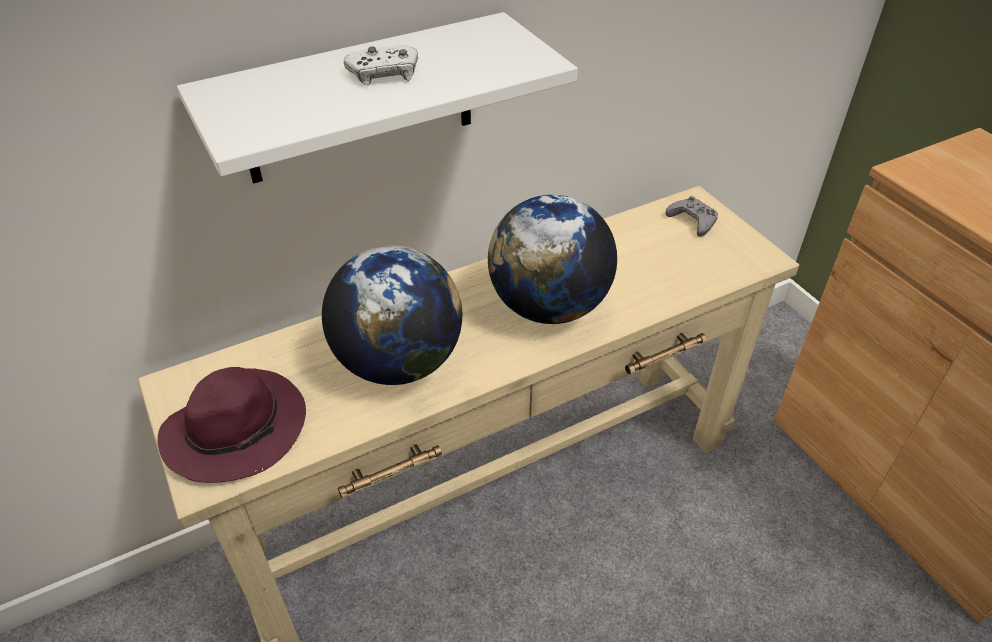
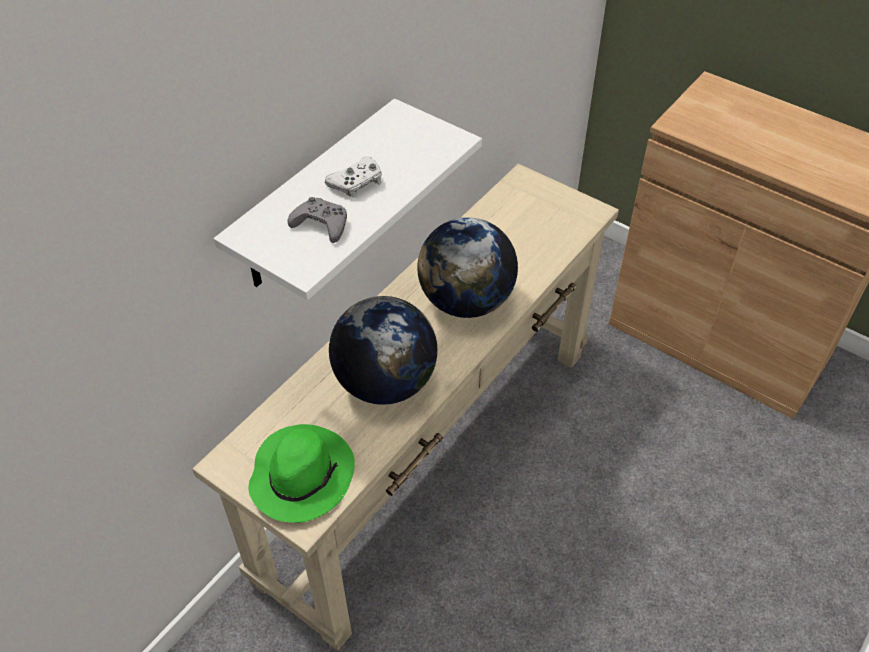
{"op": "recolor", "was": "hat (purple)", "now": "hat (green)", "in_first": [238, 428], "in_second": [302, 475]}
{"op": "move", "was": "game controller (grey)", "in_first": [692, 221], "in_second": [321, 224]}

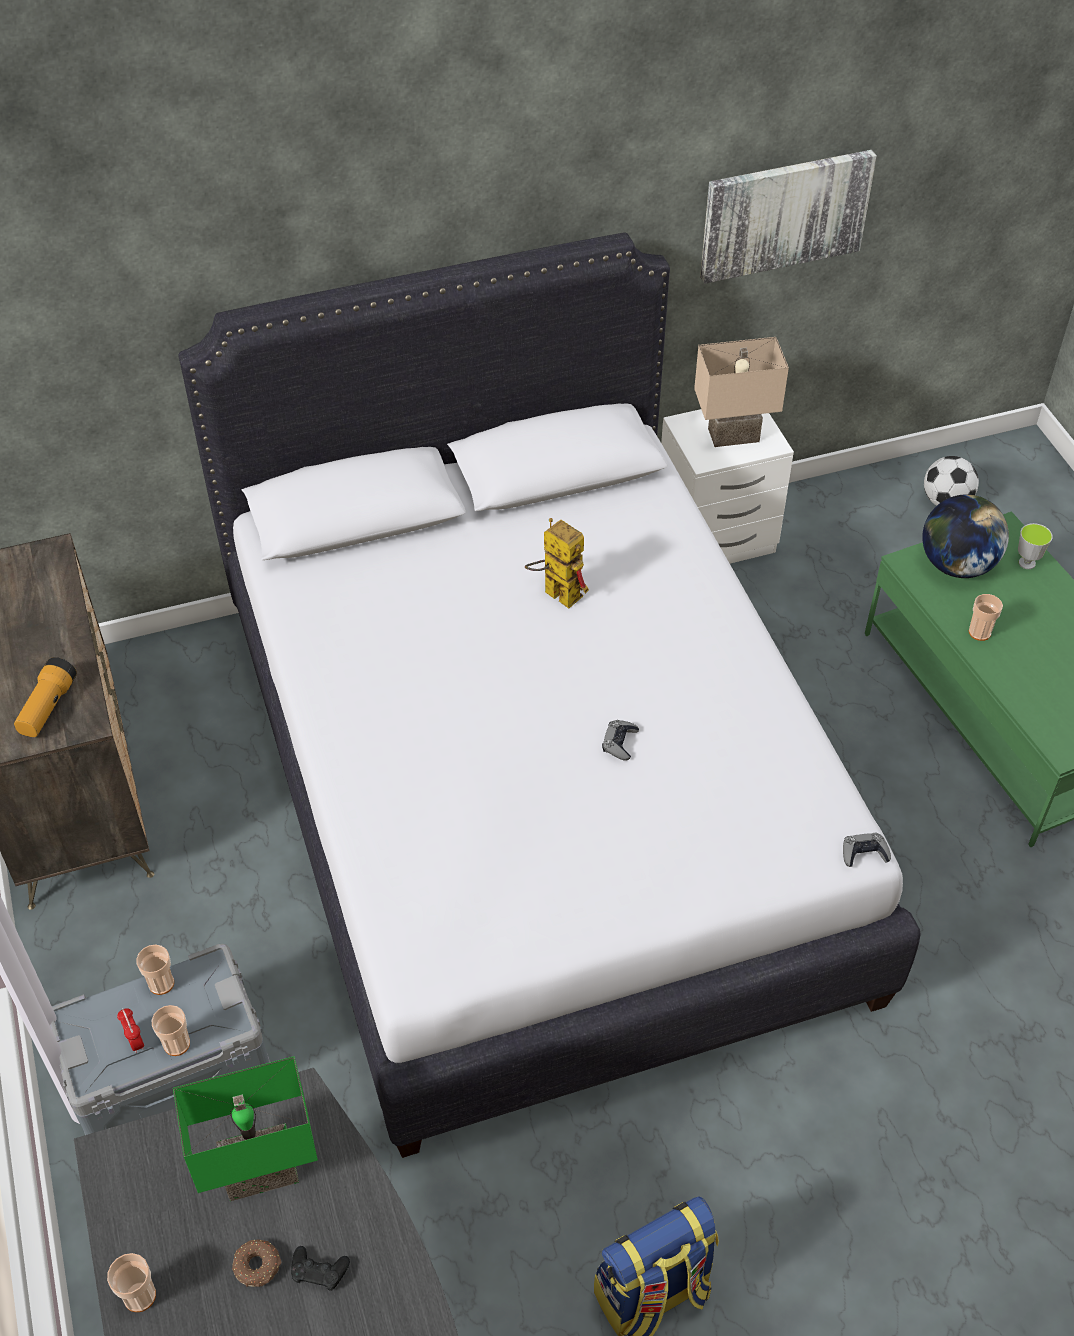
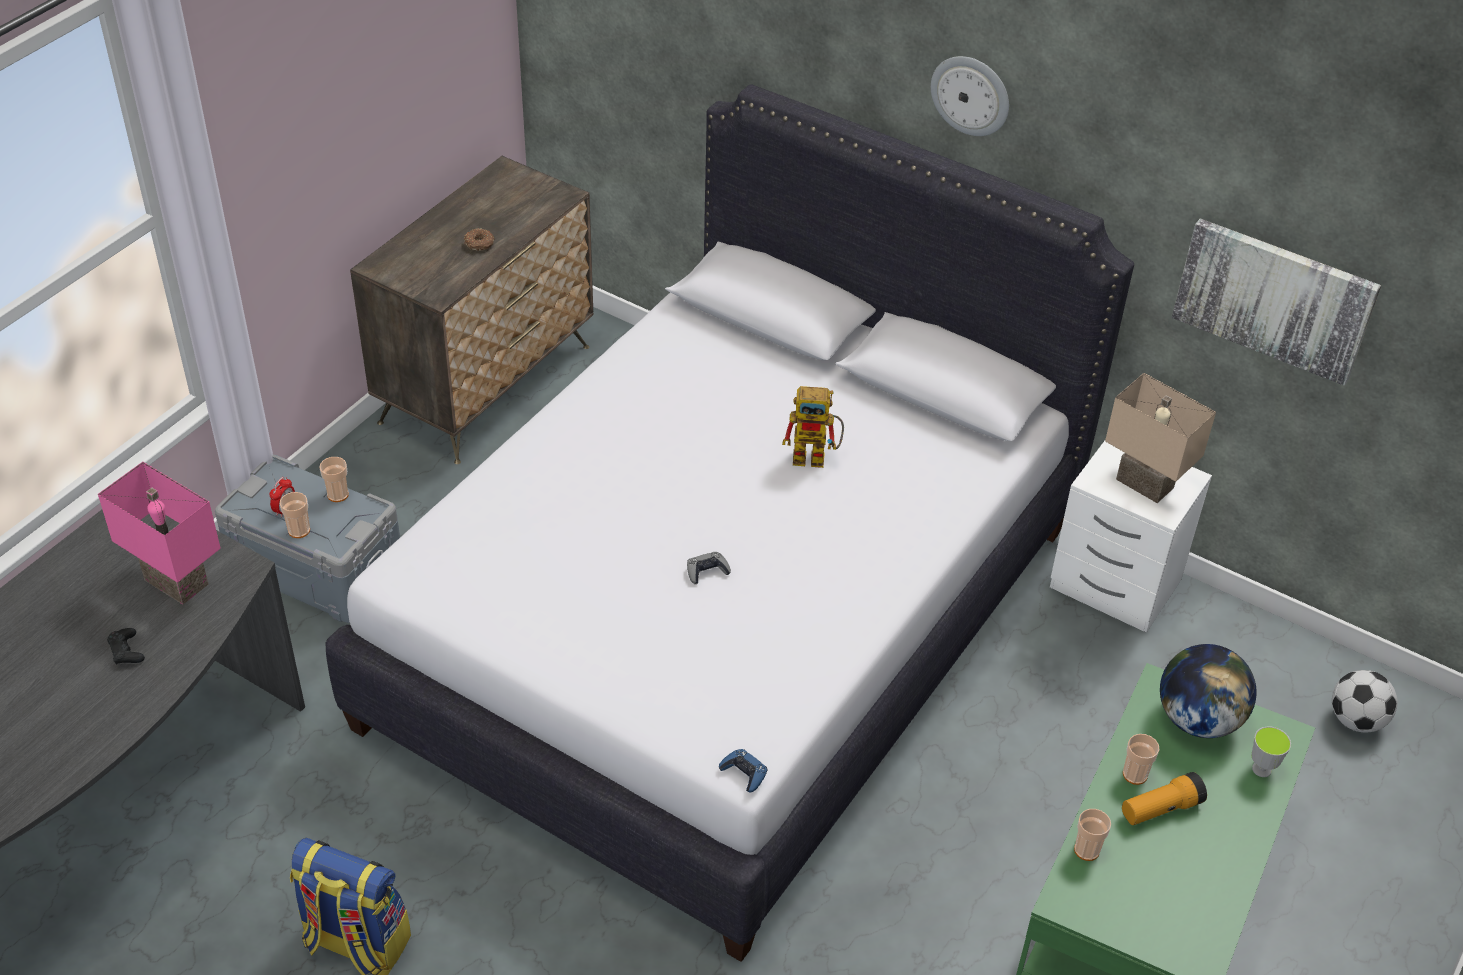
{"op": "move", "was": "flashlight", "in_first": [48, 708], "in_second": [1160, 809]}
{"op": "move", "was": "cup", "in_first": [139, 1296], "in_second": [1086, 850]}
{"op": "recolor", "was": "table lamp (green)", "now": "table lamp (pink)", "in_first": [261, 1168], "in_second": [179, 580]}
{"op": "move", "was": "donut", "in_first": [258, 1266], "in_second": [479, 244]}
{"op": "rotate", "was": "toy robot", "in_first": [555, 592], "in_second": [816, 456], "clockwise": 90}
{"op": "recolor", "was": "game controller (grey)", "now": "game controller (blue)", "in_first": [864, 853], "in_second": [744, 773]}
{"op": "insert", "now": "wall clock", "in_second": [971, 95]}

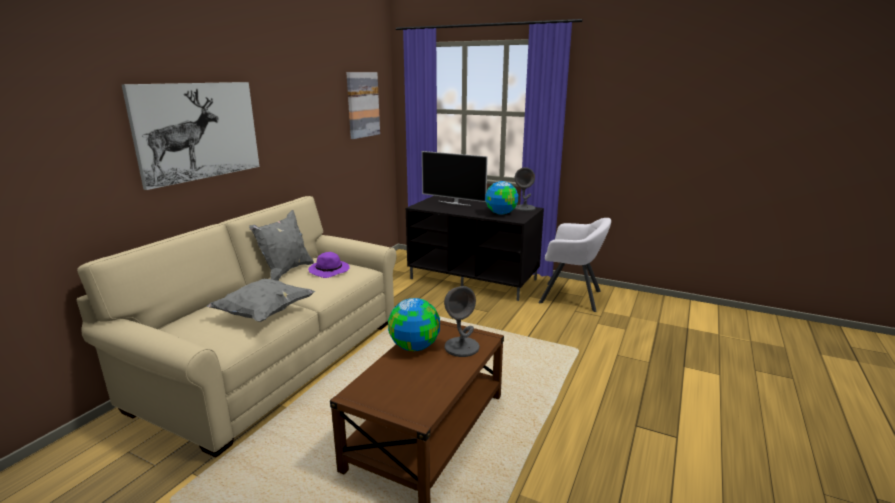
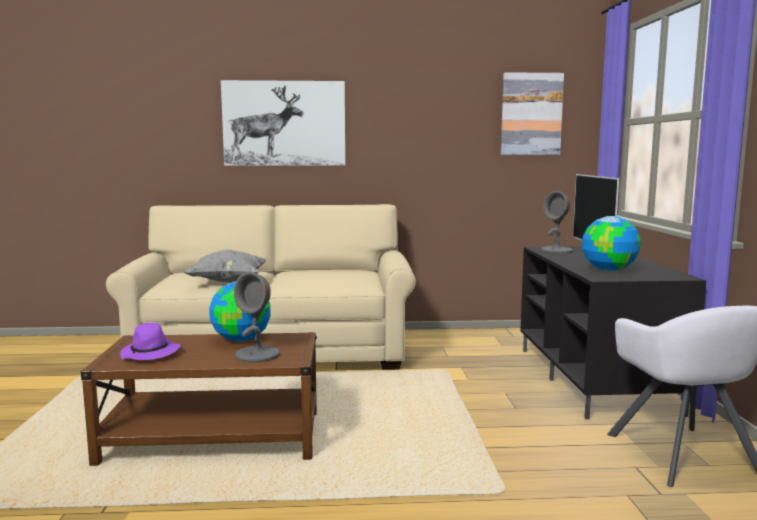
{"op": "delete", "was": "pillow (grey)", "in_first": [286, 272]}
{"op": "move", "was": "hat (purple)", "in_first": [330, 271], "in_second": [151, 354]}
{"op": "move", "was": "table lamp (grey)", "in_first": [524, 208], "in_second": [557, 251]}

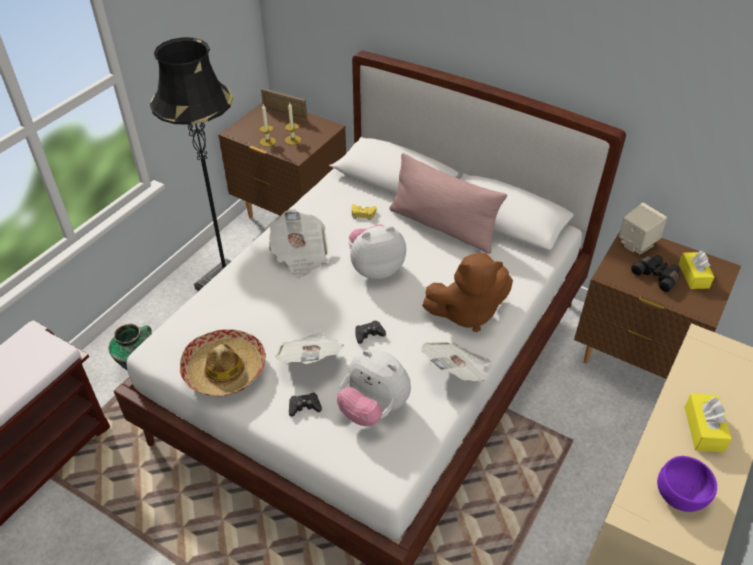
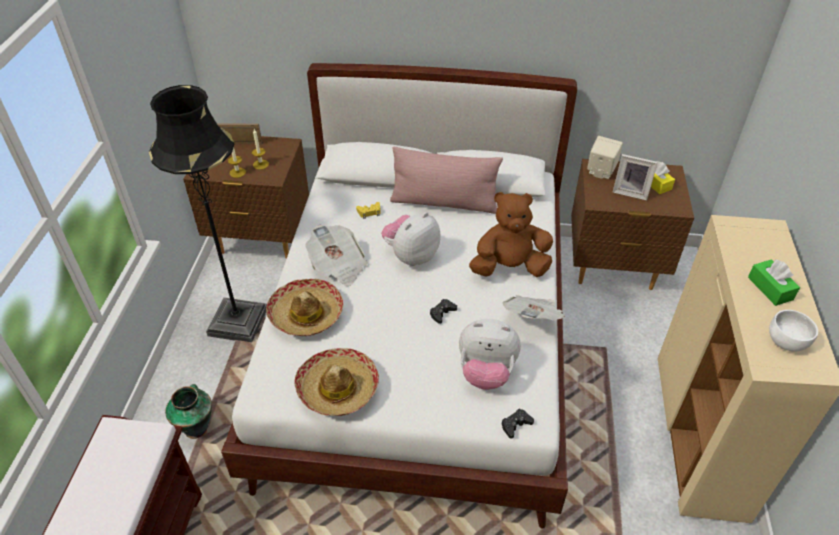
{"op": "delete", "was": "newspaper", "in_first": [311, 359]}
{"op": "move", "was": "game controller (black)", "in_first": [304, 407], "in_second": [515, 425]}
{"op": "rotate", "was": "plush toy (brown)", "in_first": [467, 312], "in_second": [509, 267], "clockwise": -150}
{"op": "replace", "was": "binoculars (black)", "now": "picture frame", "in_first": [656, 276], "in_second": [630, 192]}
{"op": "recolor", "was": "bowl (purple)", "now": "bowl (white)", "in_first": [680, 494], "in_second": [787, 340]}
{"op": "recolor", "was": "tissue box (yellow)", "now": "tissue box (green)", "in_first": [703, 429], "in_second": [770, 288]}
{"op": "insert", "now": "hat", "in_second": [306, 314]}

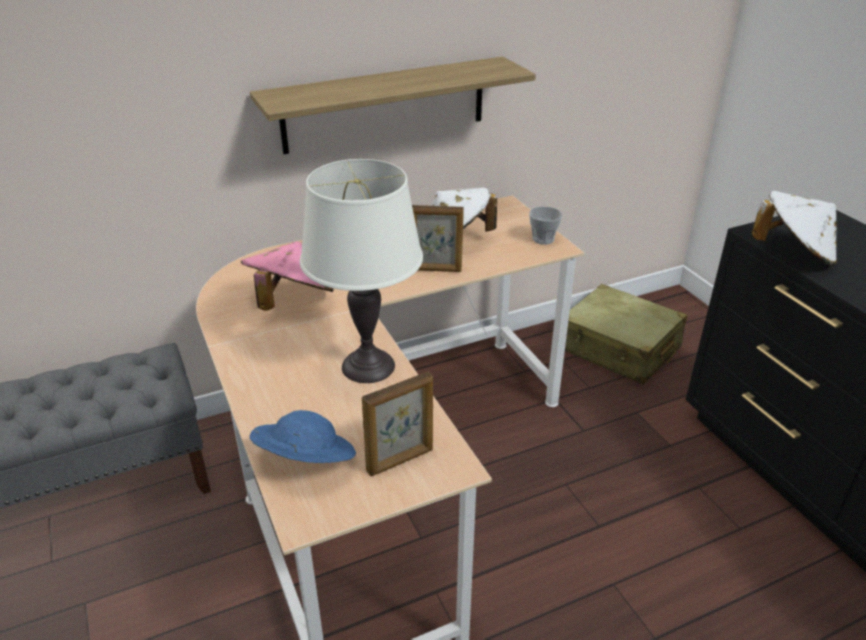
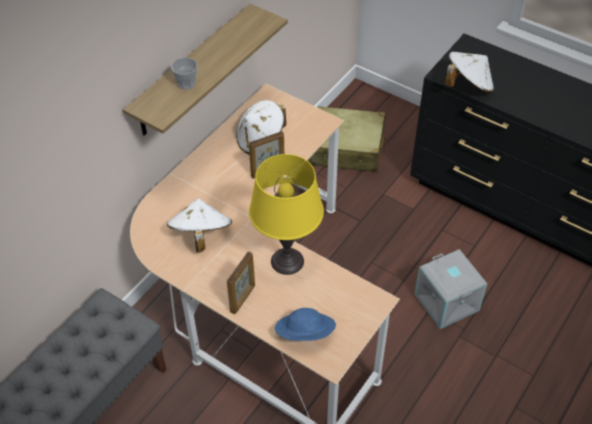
{"op": "recolor", "was": "hat (pink)", "now": "hat (white)", "in_first": [290, 301], "in_second": [200, 235]}
{"op": "recolor", "was": "table lamp (white)", "now": "table lamp (yellow)", "in_first": [368, 366], "in_second": [287, 261]}
{"op": "move", "was": "picture frame", "in_first": [401, 460], "in_second": [243, 298]}
{"op": "move", "was": "cup", "in_first": [543, 239], "in_second": [186, 83]}
{"op": "insert", "now": "storage box (grey)", "in_second": [447, 302]}

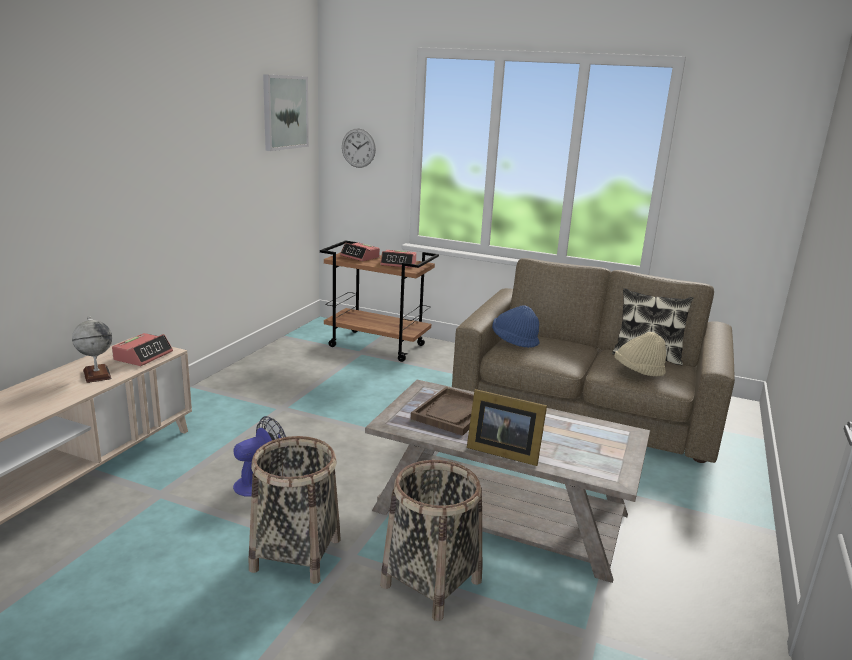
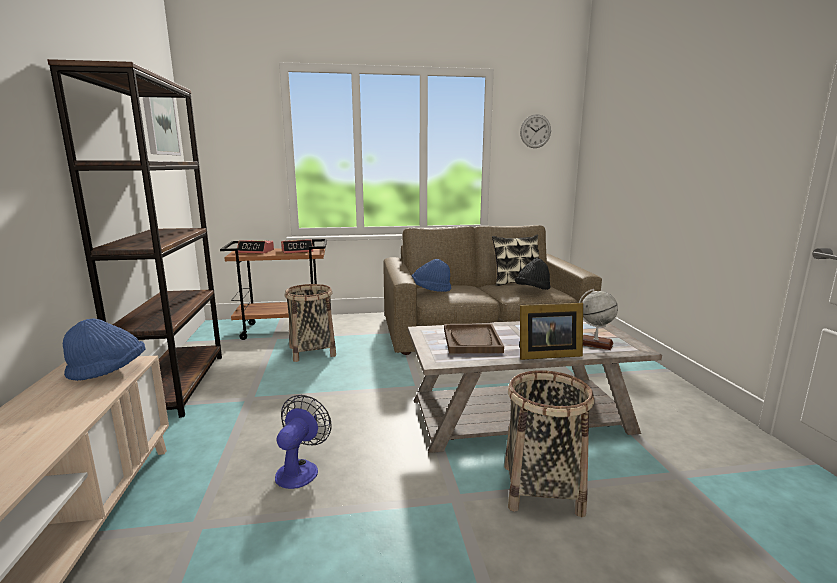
{"op": "move", "was": "globe", "in_first": [97, 374], "in_second": [595, 343]}
{"op": "replace", "was": "alarm clock", "now": "hat (blue)", "in_first": [143, 356], "in_second": [108, 372]}
{"op": "move", "was": "basket", "in_first": [296, 554], "in_second": [312, 351]}
{"op": "move", "was": "wall clock", "in_first": [358, 148], "in_second": [535, 131]}
{"op": "recolor", "was": "hat (beige)", "now": "hat (black)", "in_first": [638, 372], "in_second": [532, 290]}
{"op": "insert", "now": "bookcase (brown)", "in_second": [177, 385]}

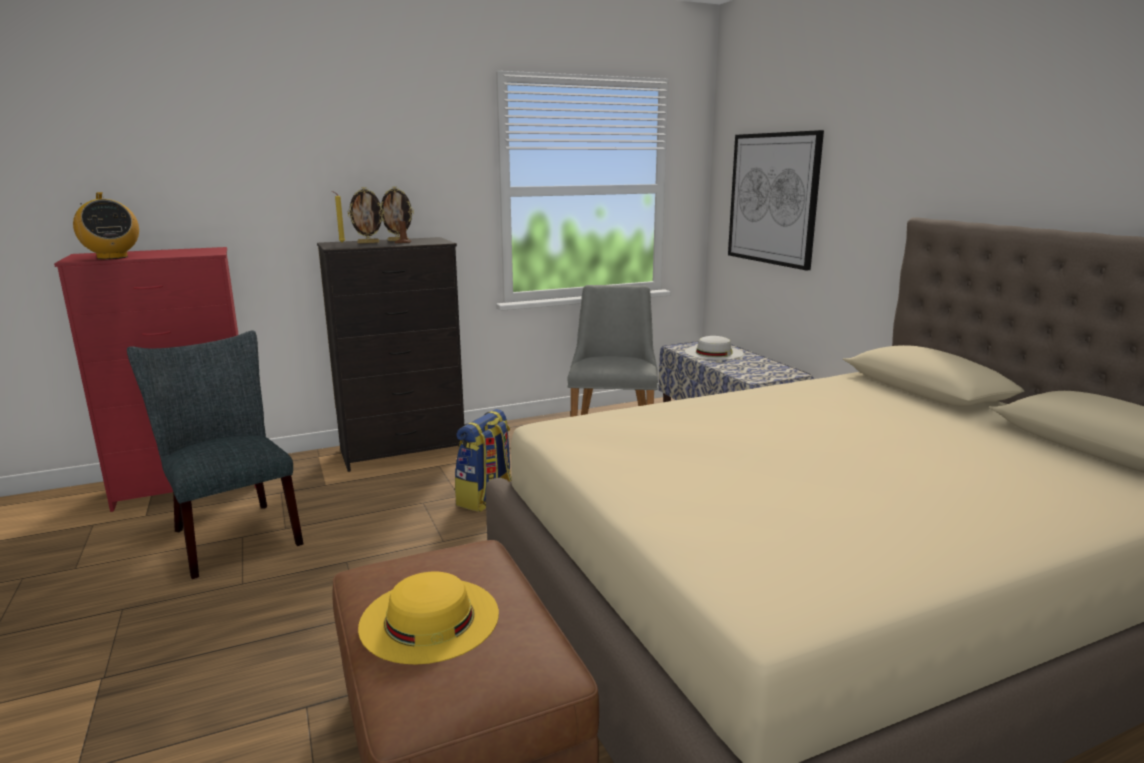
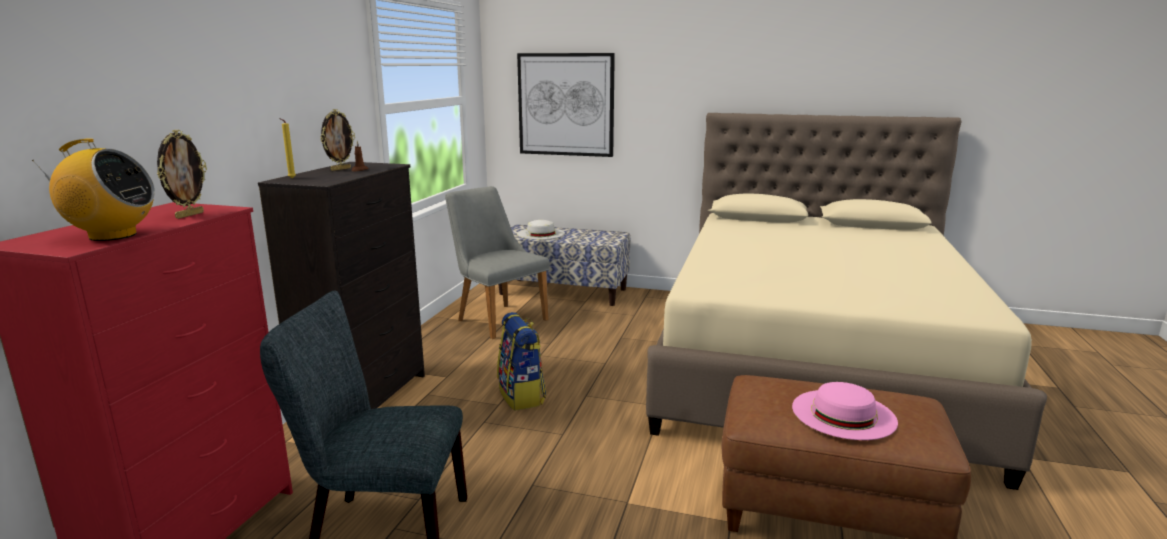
{"op": "move", "was": "picture frame", "in_first": [368, 243], "in_second": [189, 215]}
{"op": "recolor", "was": "hat (yellow)", "now": "hat (pink)", "in_first": [429, 618], "in_second": [843, 414]}

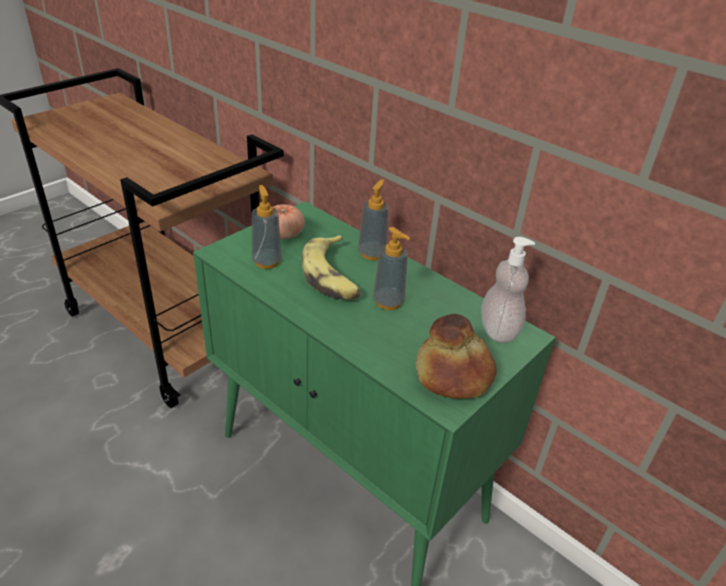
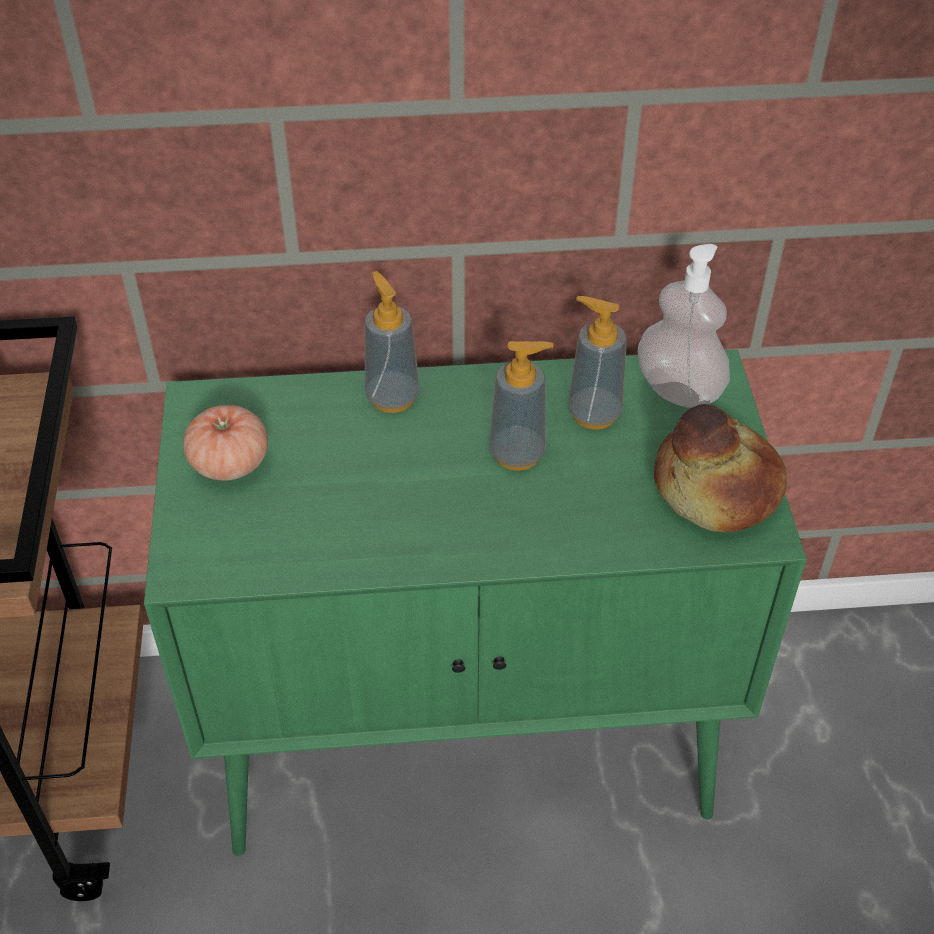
{"op": "move", "was": "soap dispenser", "in_first": [267, 261], "in_second": [594, 413]}
{"op": "delete", "was": "banana", "in_first": [333, 276]}

